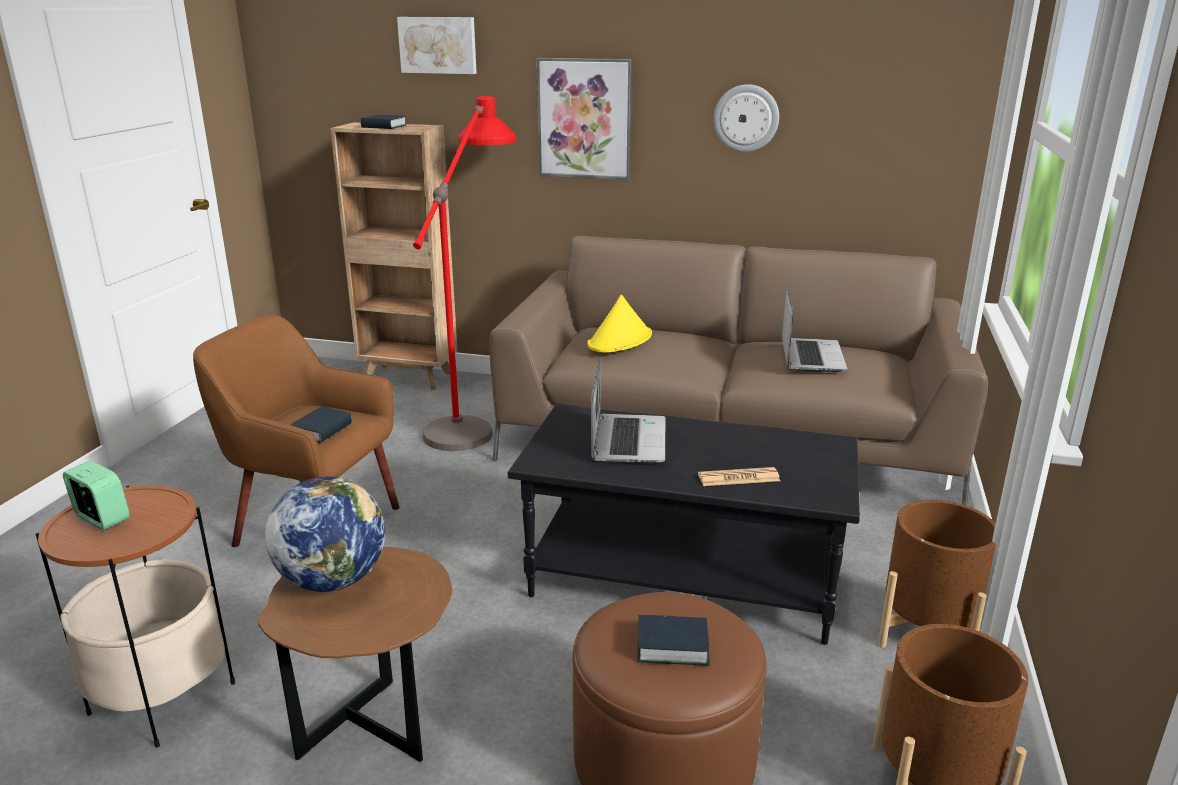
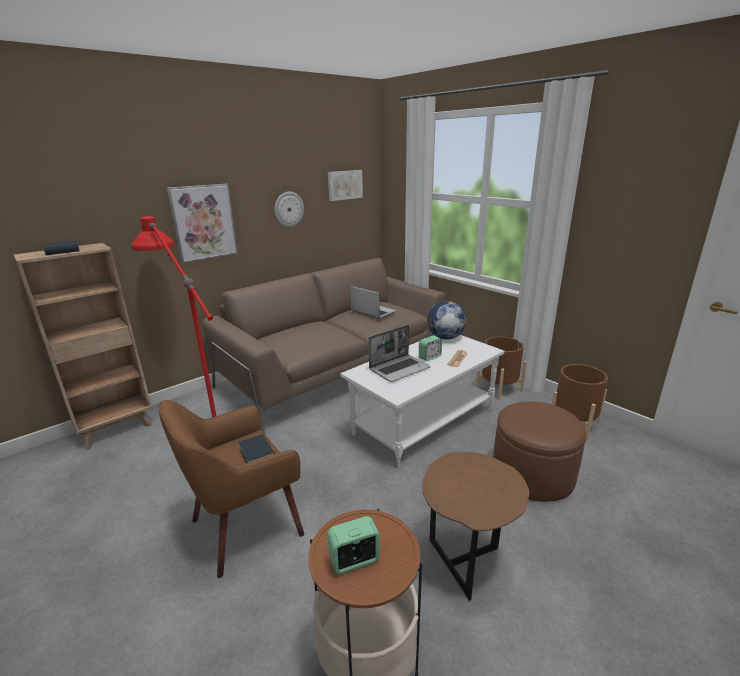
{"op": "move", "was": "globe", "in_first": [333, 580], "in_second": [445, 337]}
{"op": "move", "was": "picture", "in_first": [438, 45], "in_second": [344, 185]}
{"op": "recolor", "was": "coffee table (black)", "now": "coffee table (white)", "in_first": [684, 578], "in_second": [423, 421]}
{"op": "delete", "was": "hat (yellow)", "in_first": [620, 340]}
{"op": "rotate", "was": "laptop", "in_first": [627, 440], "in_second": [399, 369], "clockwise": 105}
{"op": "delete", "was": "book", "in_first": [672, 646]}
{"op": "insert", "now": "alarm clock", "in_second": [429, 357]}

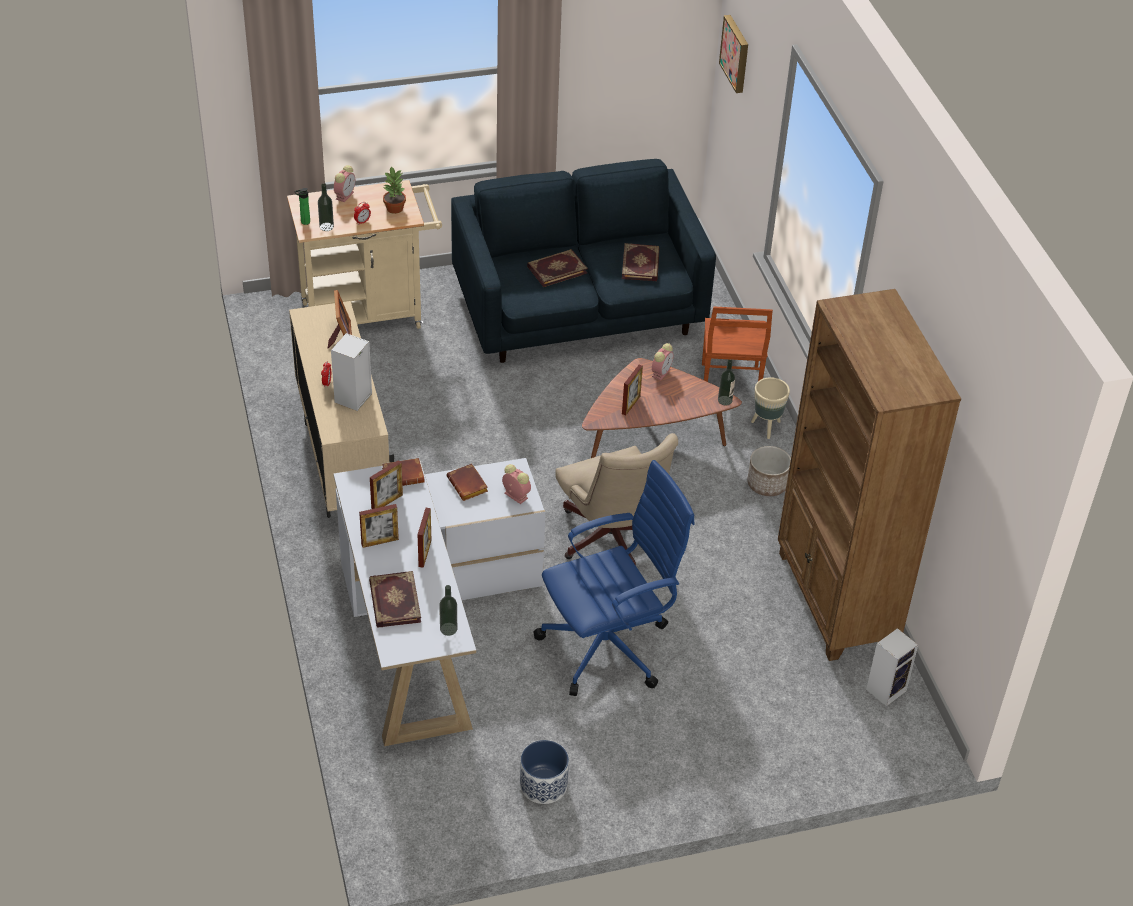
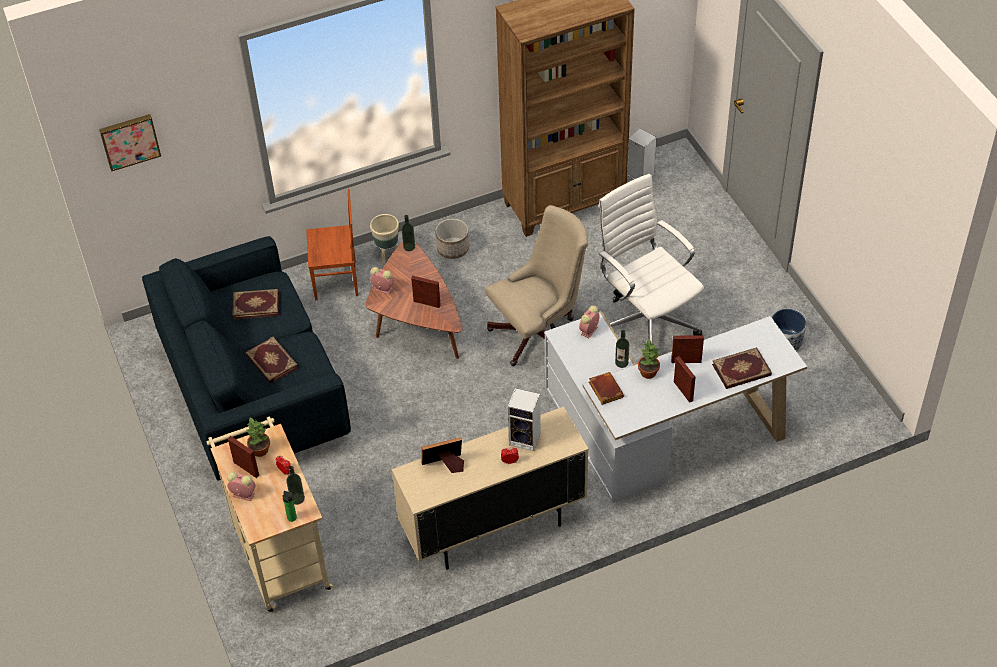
{"op": "move", "was": "picture frame", "in_first": [387, 502], "in_second": [246, 469]}
{"op": "move", "was": "bottle", "in_first": [448, 629], "in_second": [621, 362]}
{"op": "delete", "was": "book (brown)", "in_first": [469, 485]}
{"op": "recolor", "was": "office chair (blue)", "now": "office chair (white)", "in_first": [609, 646], "in_second": [646, 322]}
{"op": "insert", "now": "potted plant", "in_second": [648, 372]}

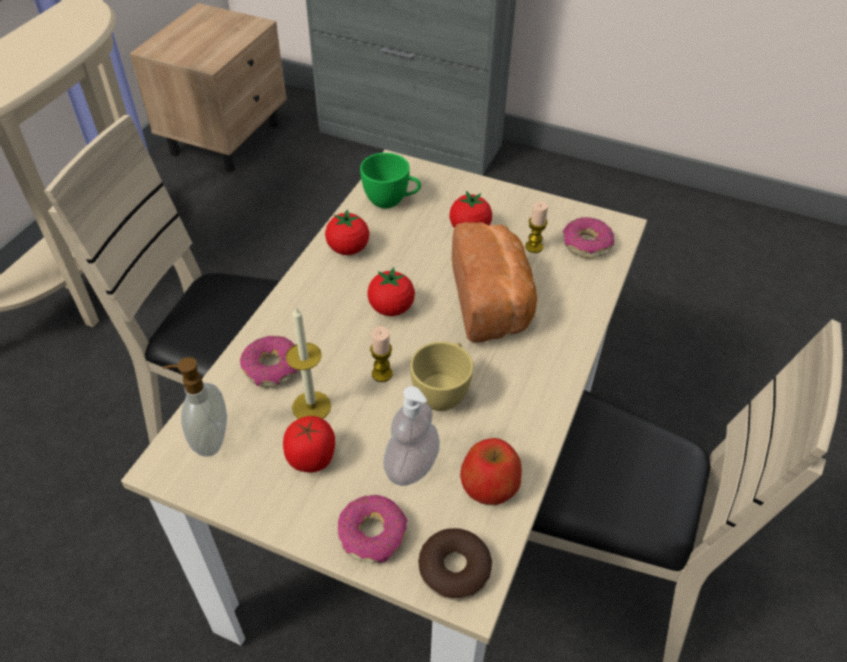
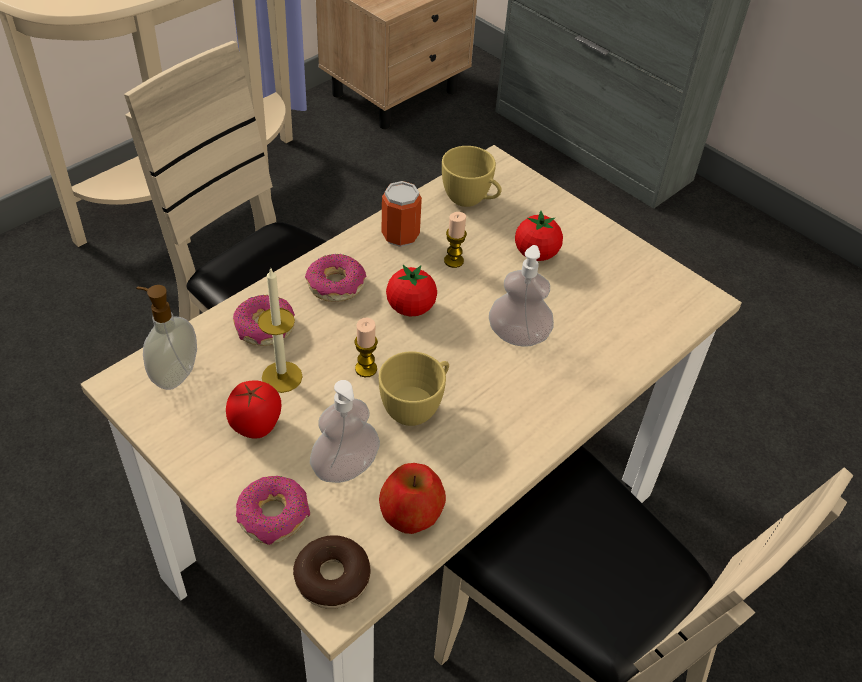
{"op": "replace", "was": "tomato", "now": "can", "in_first": [348, 249], "in_second": [400, 235]}
{"op": "recolor", "was": "cup (green)", "now": "cup (yellow)", "in_first": [391, 201], "in_second": [470, 200]}
{"op": "replace", "was": "bread", "now": "soap dispenser", "in_first": [493, 302], "in_second": [518, 336]}
{"op": "move", "was": "candle", "in_first": [534, 247], "in_second": [453, 261]}
{"op": "move", "was": "donut", "in_first": [586, 244], "in_second": [336, 285]}

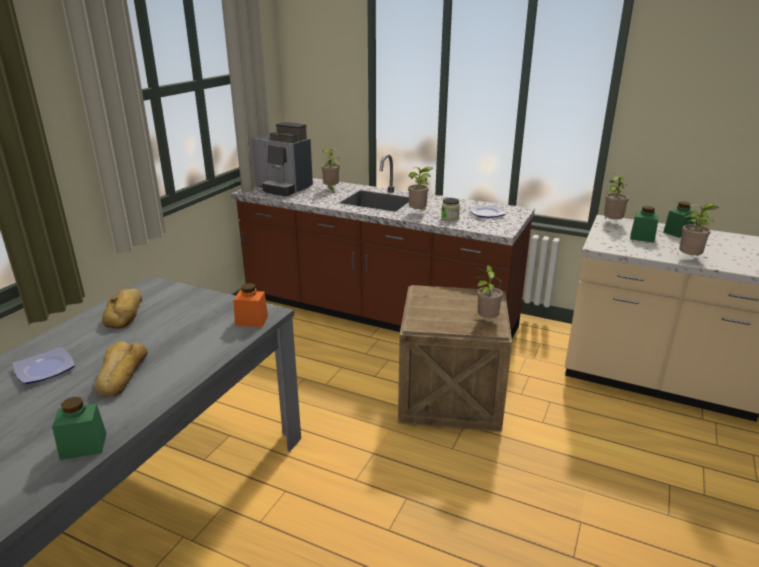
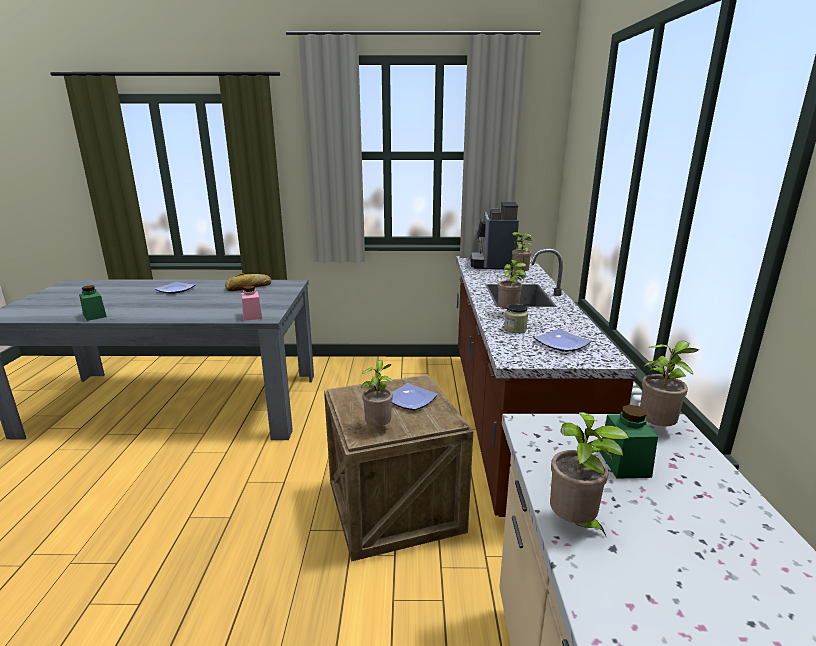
{"op": "delete", "was": "bread", "in_first": [120, 374]}
{"op": "recolor", "was": "jar (orange)", "now": "jar (pink)", "in_first": [251, 321], "in_second": [252, 316]}
{"op": "delete", "was": "jar (green)", "in_first": [677, 232]}
{"op": "insert", "now": "plate", "in_second": [410, 400]}

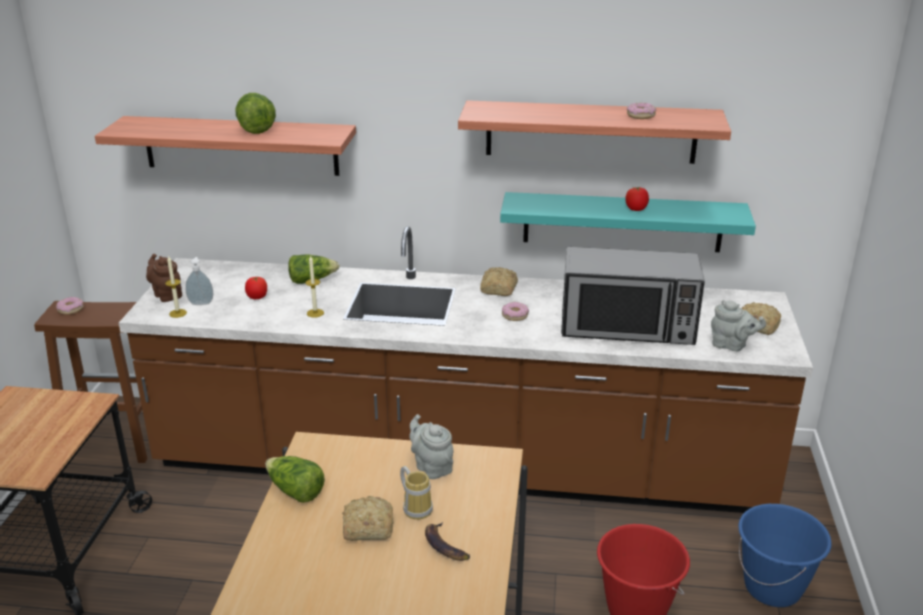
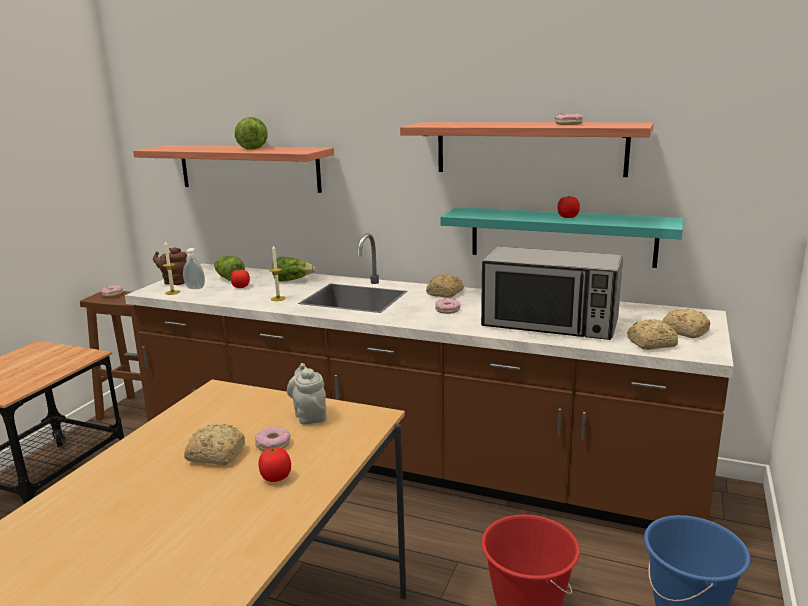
{"op": "rotate", "was": "teapot (brown)", "in_first": [167, 295], "in_second": [175, 282], "clockwise": -45}
{"op": "move", "was": "lettuce", "in_first": [295, 491], "in_second": [228, 278]}
{"op": "replace", "was": "mug", "now": "donut", "in_first": [416, 507], "in_second": [273, 444]}
{"op": "replace", "was": "banana", "now": "tomato", "in_first": [444, 546], "in_second": [276, 478]}
{"op": "replace", "was": "teapot (grey)", "now": "bread", "in_first": [731, 345], "in_second": [650, 344]}

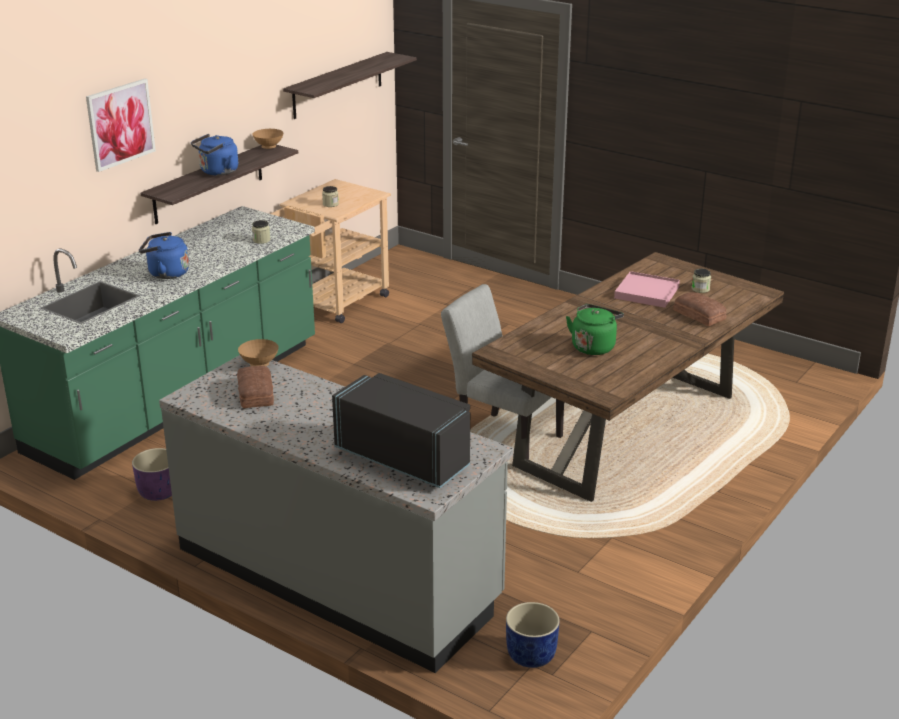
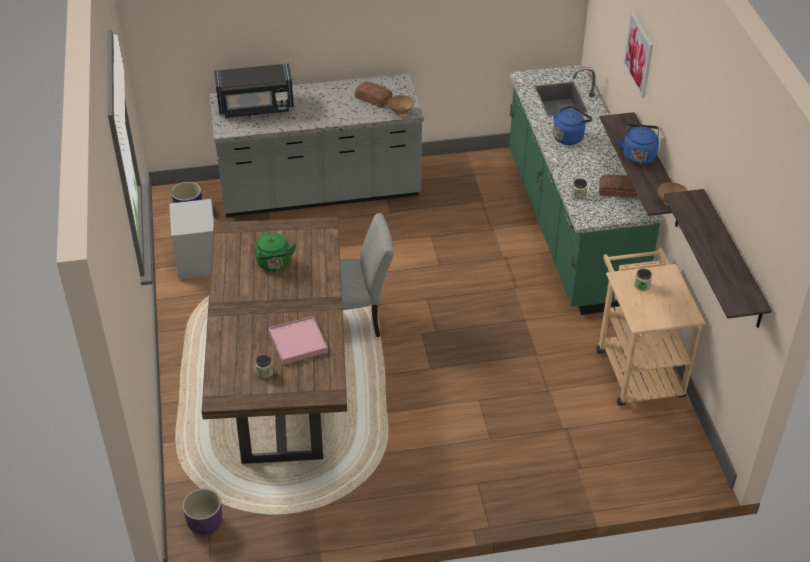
{"op": "move", "was": "planter (purple)", "in_first": [159, 492], "in_second": [204, 524]}
{"op": "move", "was": "bread", "in_first": [699, 314], "in_second": [618, 191]}
{"op": "insert", "now": "nightstand (grey)", "in_second": [198, 261]}

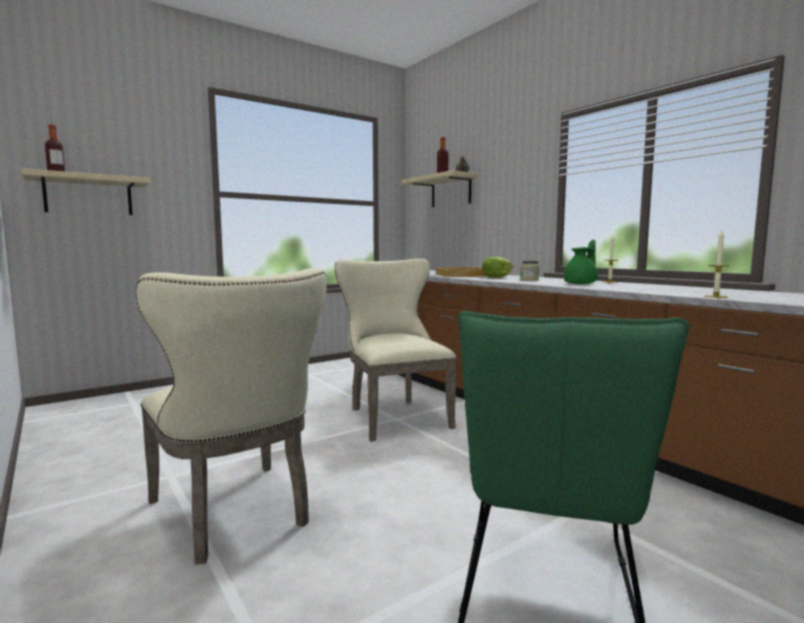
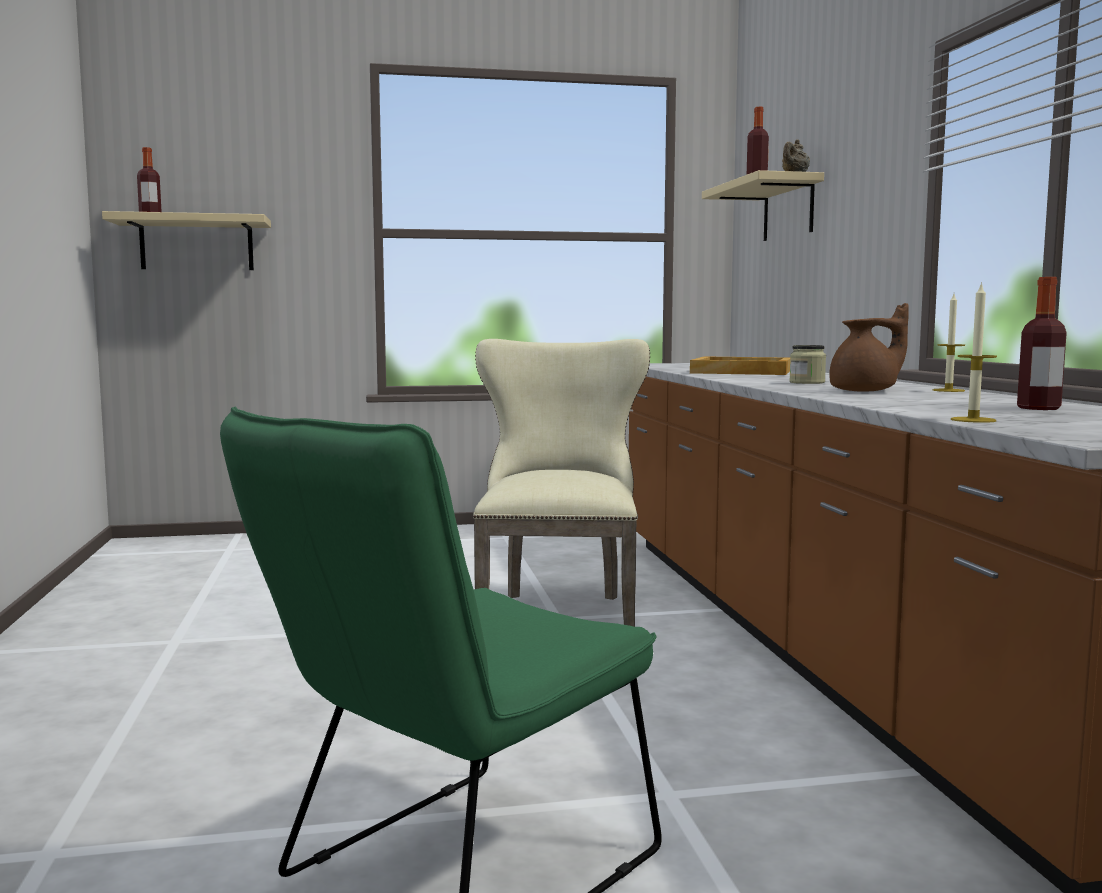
{"op": "delete", "was": "chair (beige)", "in_first": [236, 515]}
{"op": "delete", "was": "lettuce", "in_first": [497, 277]}
{"op": "recolor", "was": "teapot (green)", "now": "teapot (brown)", "in_first": [581, 283], "in_second": [866, 391]}
{"op": "insert", "now": "bottle", "in_second": [1038, 408]}

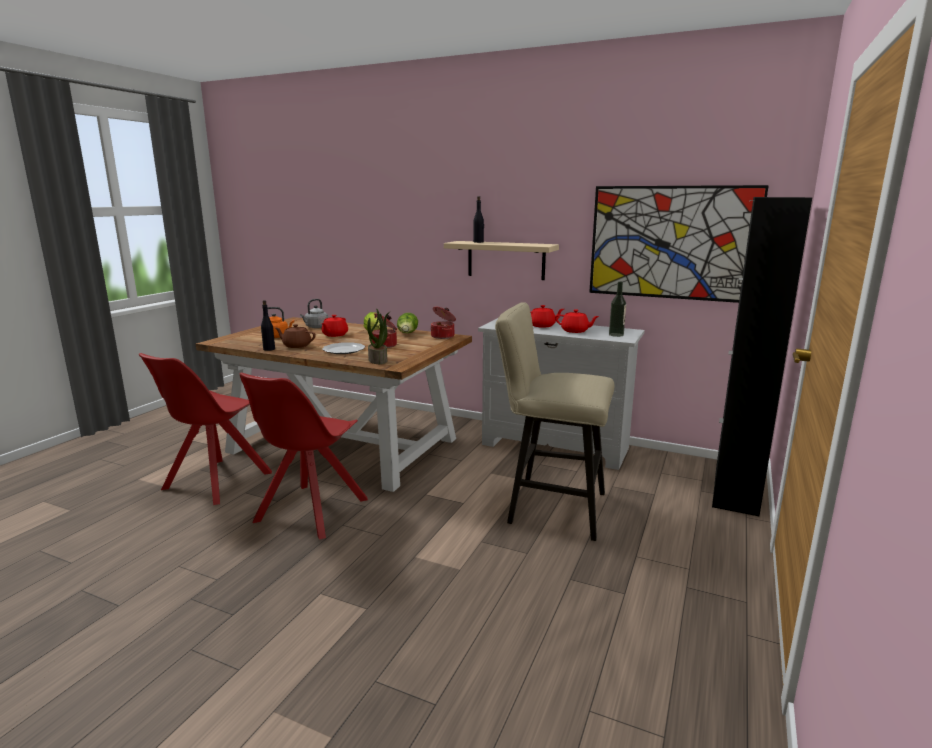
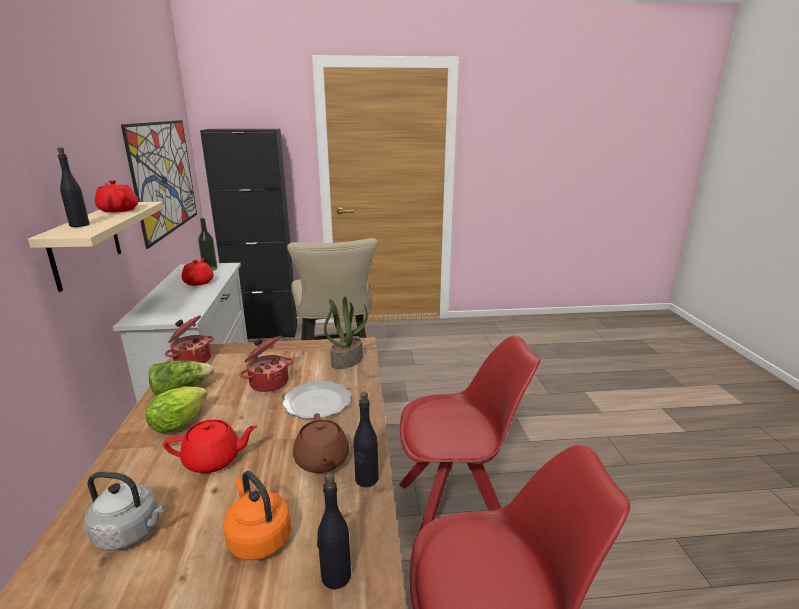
{"op": "move", "was": "teapot (red)", "in_first": [543, 325], "in_second": [118, 210]}
{"op": "insert", "now": "bottle (black)", "in_second": [335, 576]}

